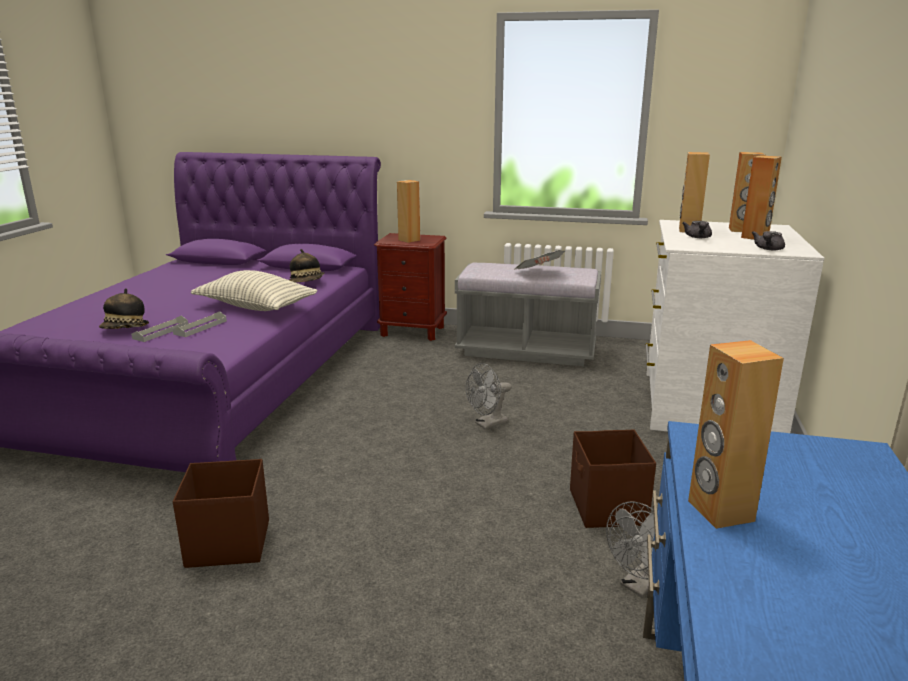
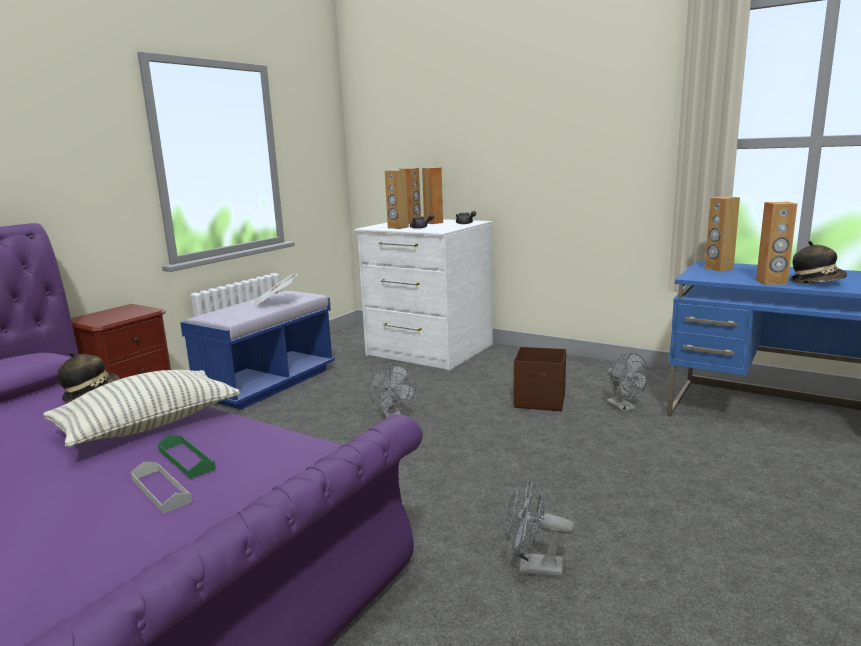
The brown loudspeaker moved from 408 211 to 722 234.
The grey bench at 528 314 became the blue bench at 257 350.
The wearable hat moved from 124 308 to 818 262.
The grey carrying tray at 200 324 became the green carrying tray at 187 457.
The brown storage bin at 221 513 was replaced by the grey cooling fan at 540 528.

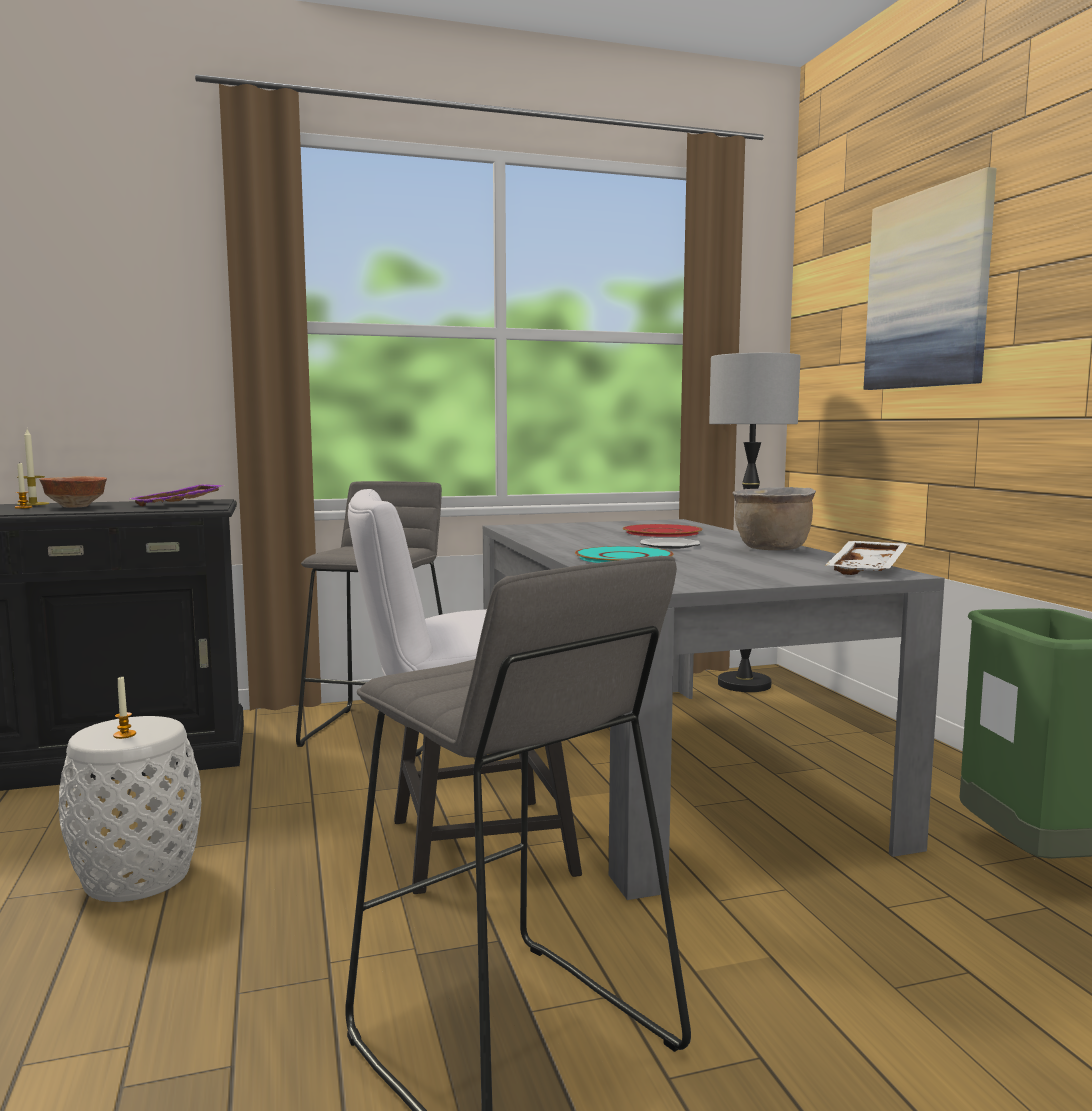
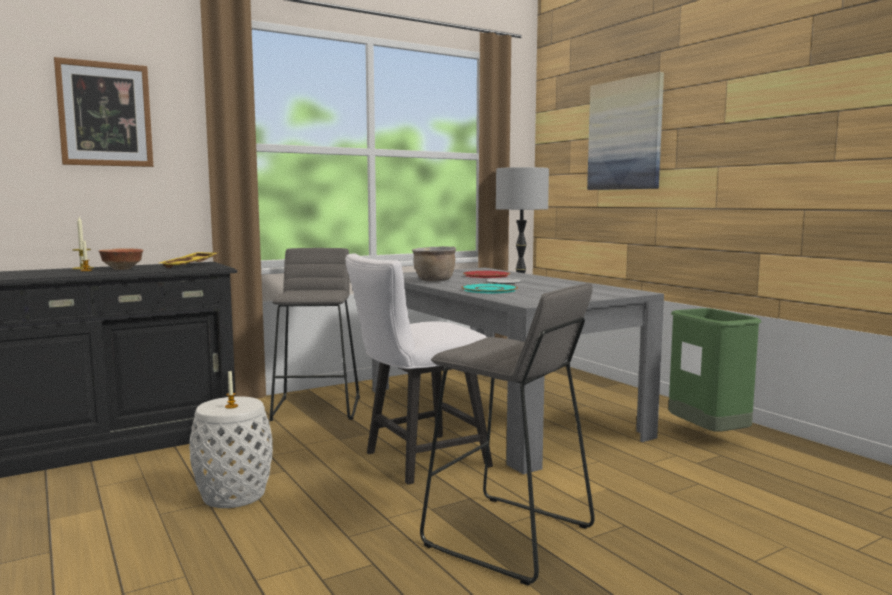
The purplish carrying tray at 178 495 became the yellow-coloured carrying tray at 188 260.
The brown stockpot moved from 774 518 to 434 263.
The white-coloured carrying tray at 867 558 disappeared.
The wall picture at 103 112 appeared.

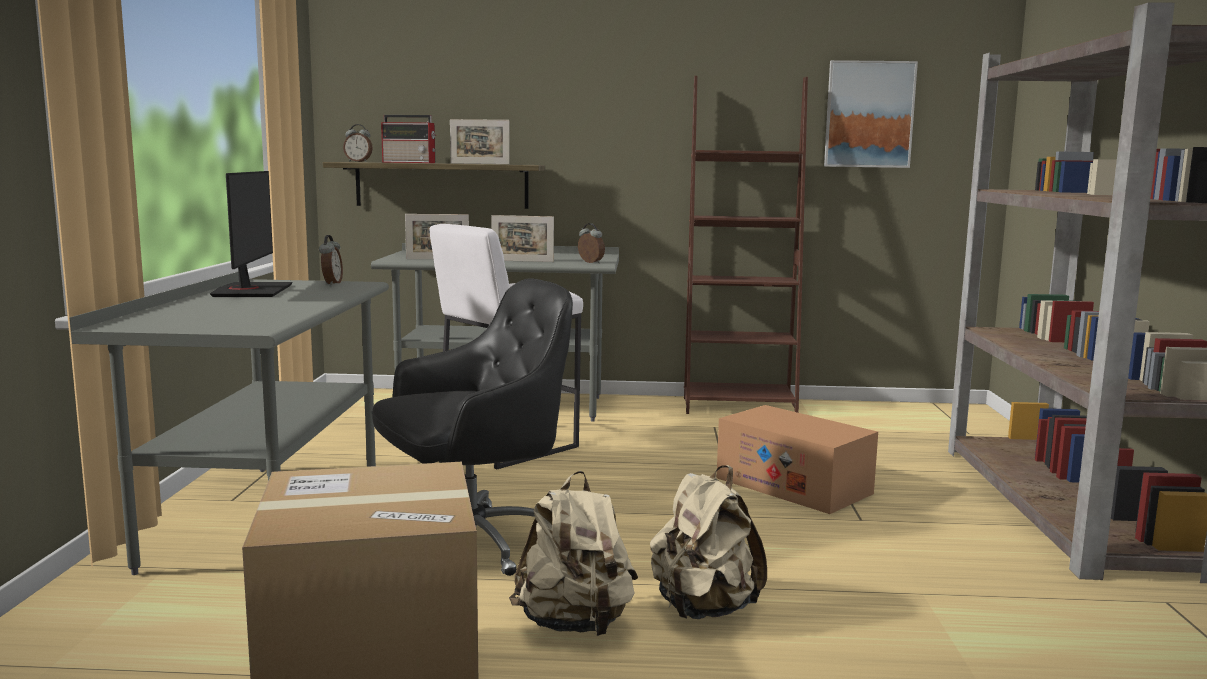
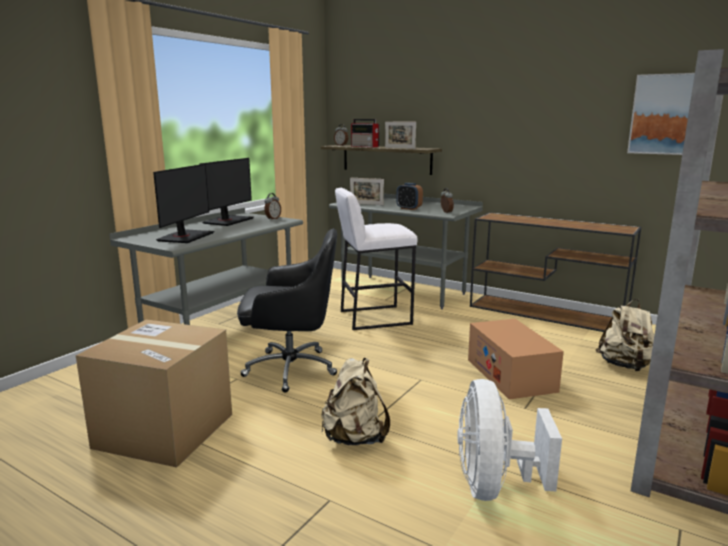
The brown bookcase at 746 245 was replaced by the brown hall table at 555 272.
The standing frame at 522 238 was replaced by the table clock at 409 196.
The beige knapsack moved from 573 553 to 625 335.
The computer screen at 183 203 appeared.
The white-coloured cooling fan at 509 440 appeared.

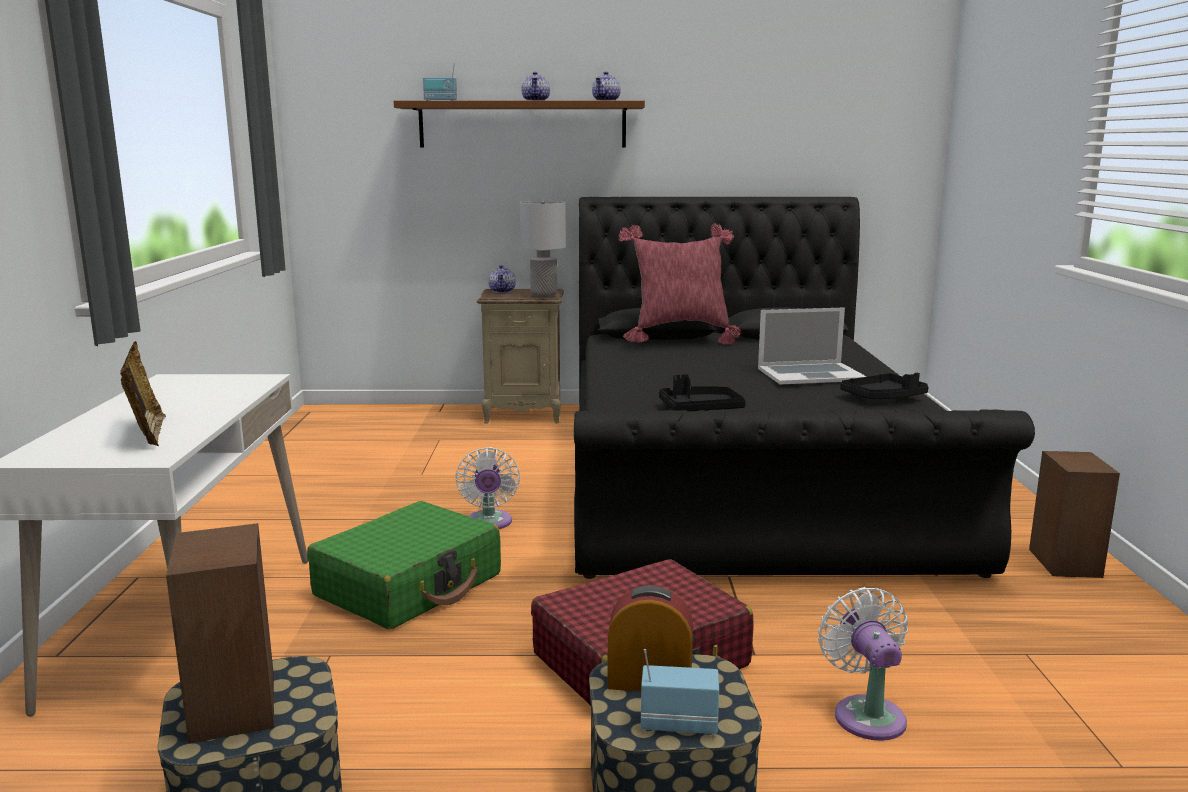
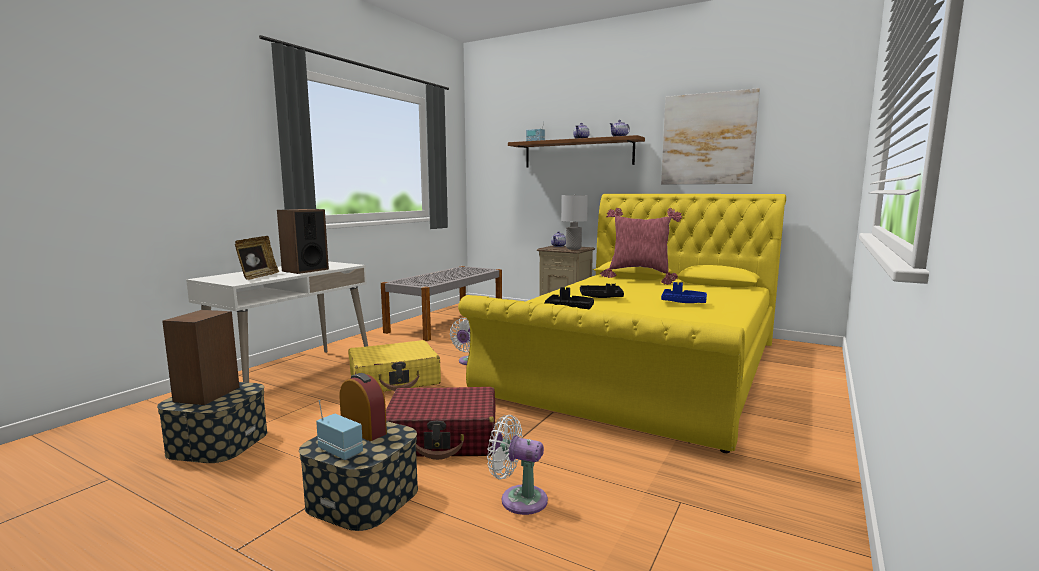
The black-coloured bedroom bed at 804 388 became the yellow-coloured bedroom bed at 622 323.
The portable computer at 812 345 was replaced by the blue carrying tray at 684 292.
The black-coloured carrying tray moved from 884 386 to 602 290.
The loudspeaker moved from 1074 514 to 303 241.
The green piece of luggage at 404 565 became the yellow-coloured piece of luggage at 394 366.
The white-coloured cooling fan at 863 664 turned 90 degrees counterclockwise.
The wall picture at 710 136 appeared.
The grey bench at 441 303 appeared.

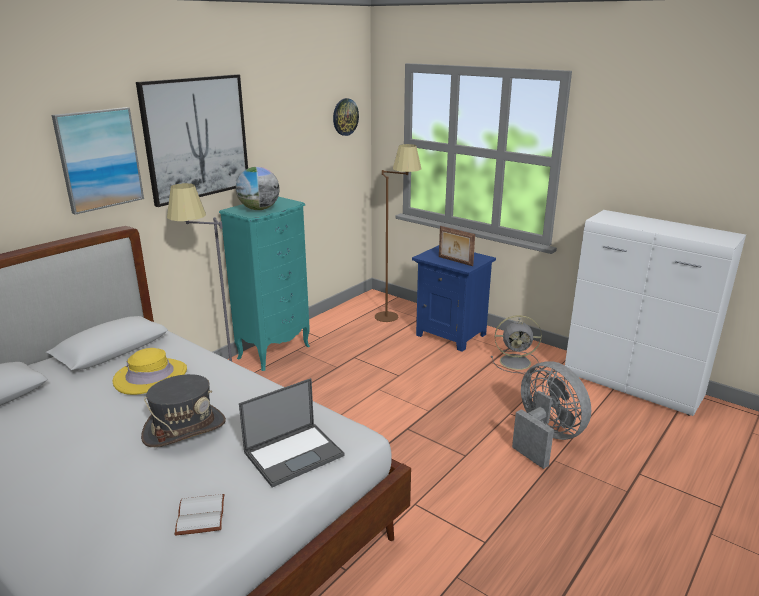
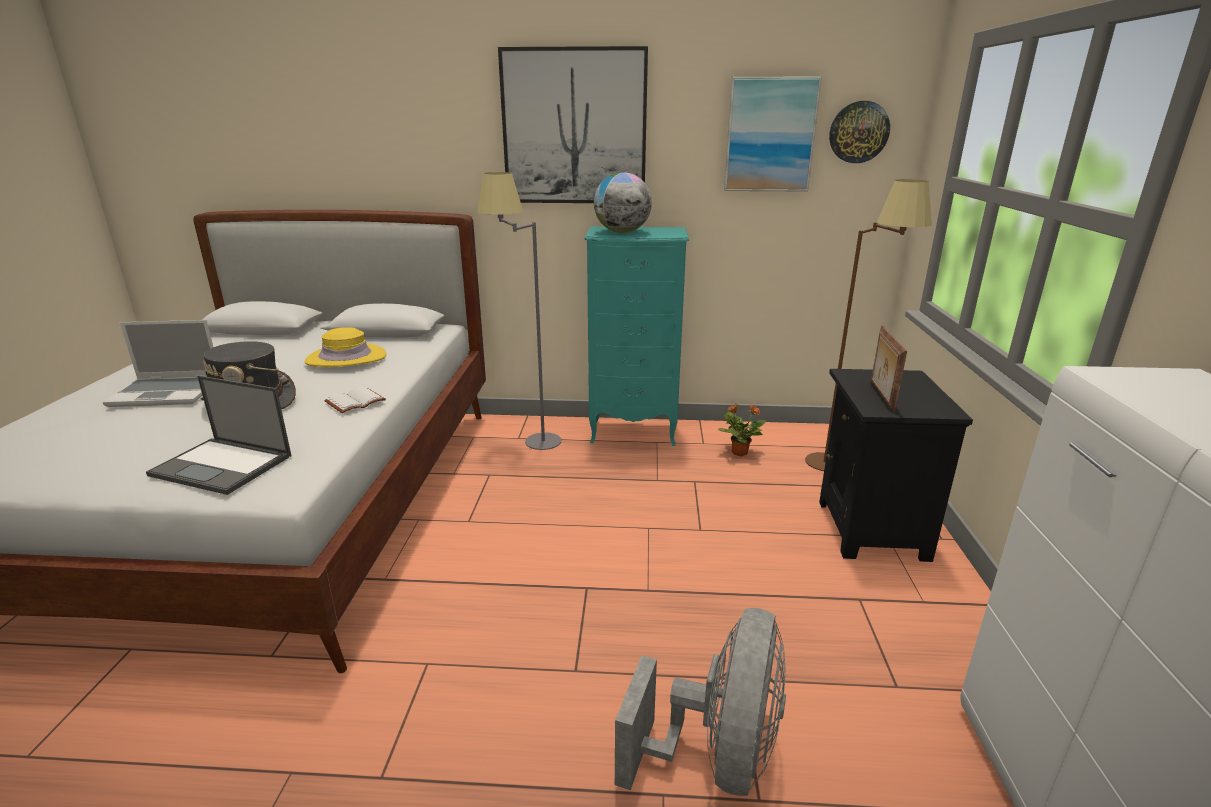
The wall picture moved from 98 161 to 773 134.
The blue bedside table at 454 298 became the black-coloured bedside table at 896 465.
The grey cooling fan at 516 344 disappeared.
The white-coloured book moved from 200 515 to 355 400.
The portable computer at 158 363 appeared.
The potted plant at 742 430 appeared.

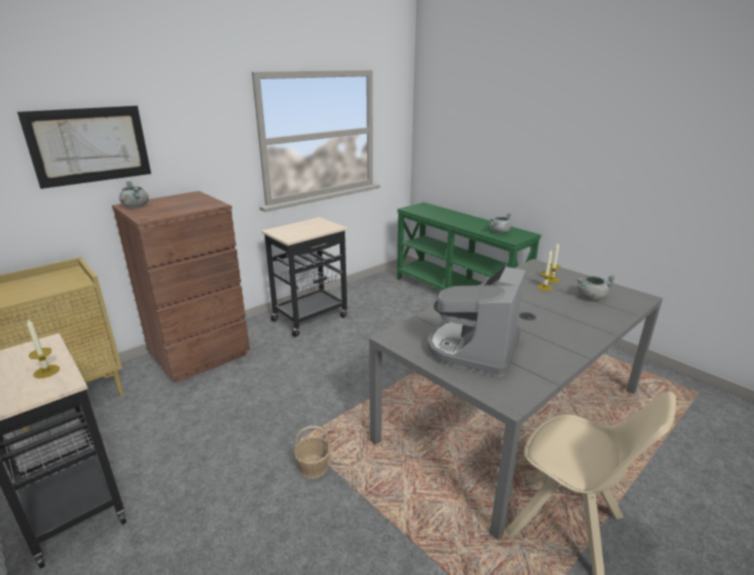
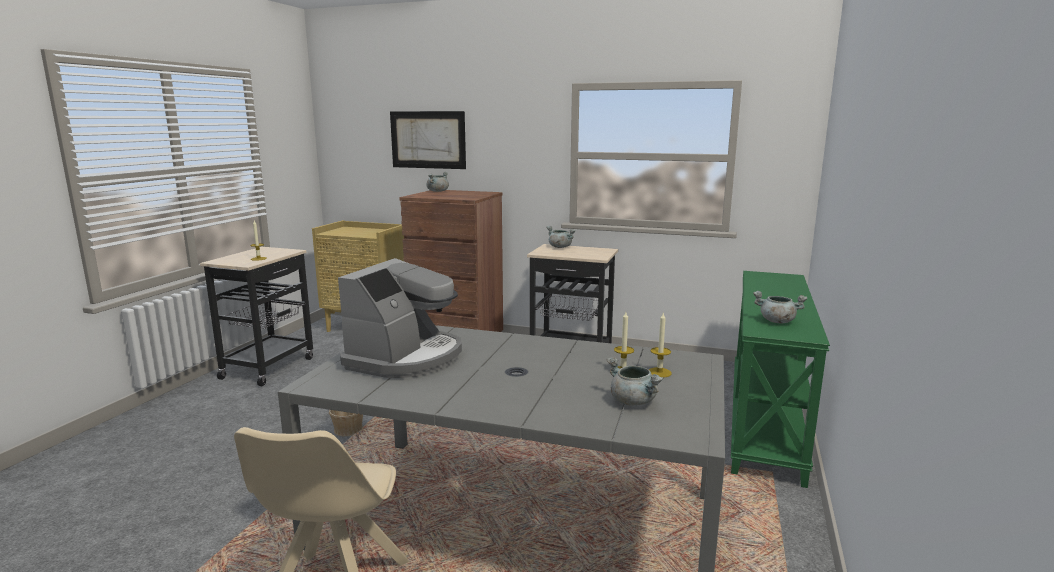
The coffee maker at 477 321 turned 120 degrees clockwise.
The grey stockpot at 561 237 appeared.

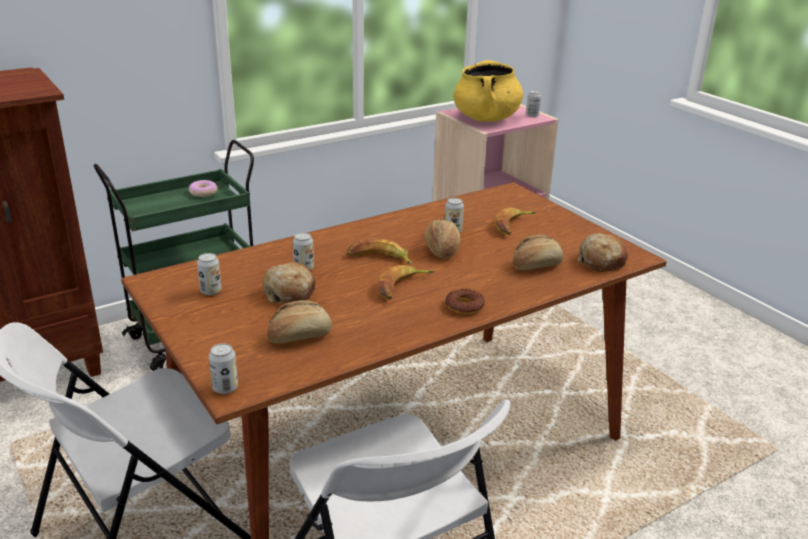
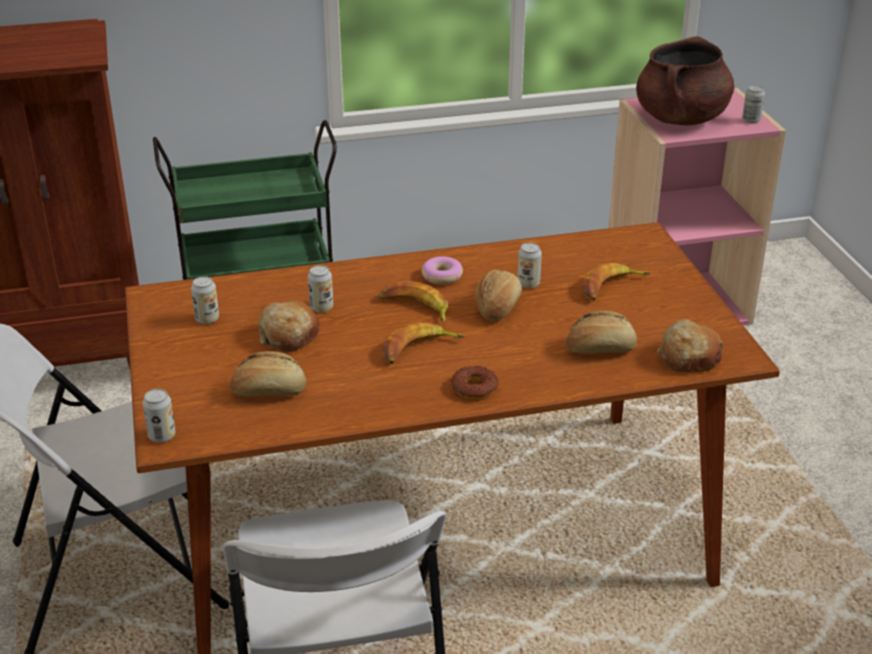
The yellow-coloured stockpot at 488 91 became the brown stockpot at 685 80.
The ring doughnut moved from 203 188 to 442 270.

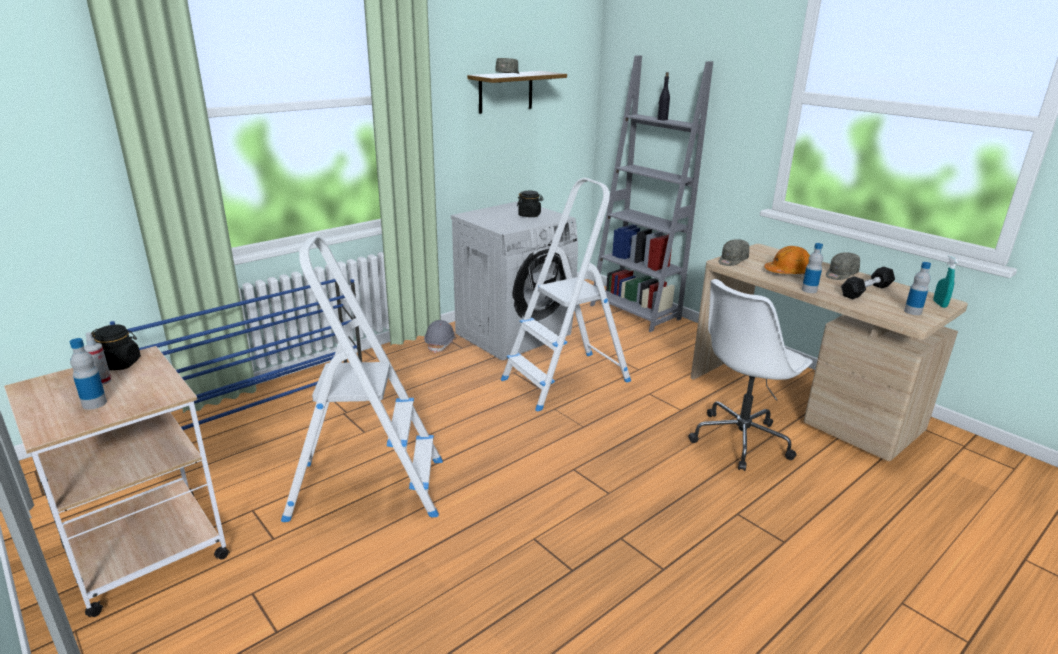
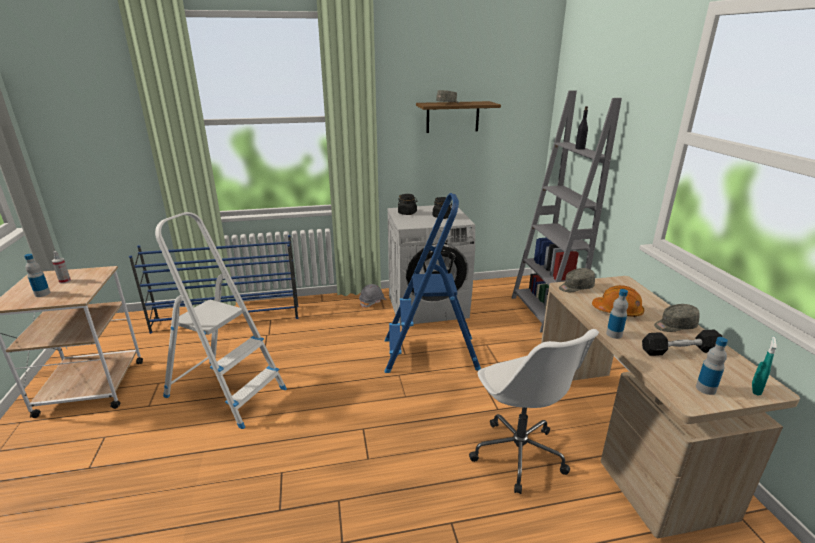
The white-coloured stepladder at 566 294 became the blue stepladder at 432 283.
The white-coloured desk chair at 750 375 turned 105 degrees counterclockwise.
The black-coloured storage jar moved from 116 347 to 408 204.

